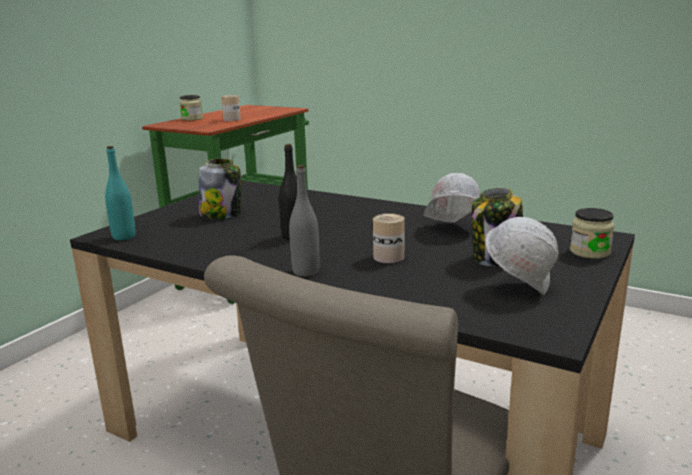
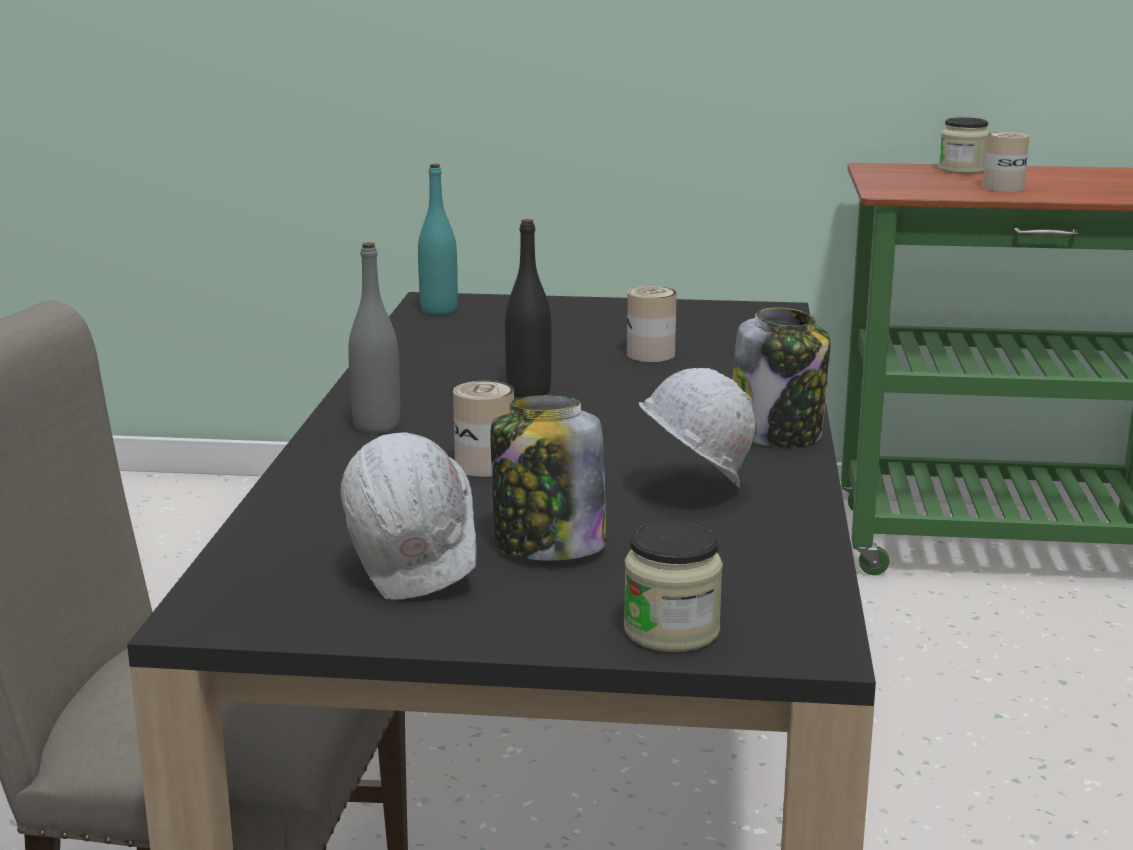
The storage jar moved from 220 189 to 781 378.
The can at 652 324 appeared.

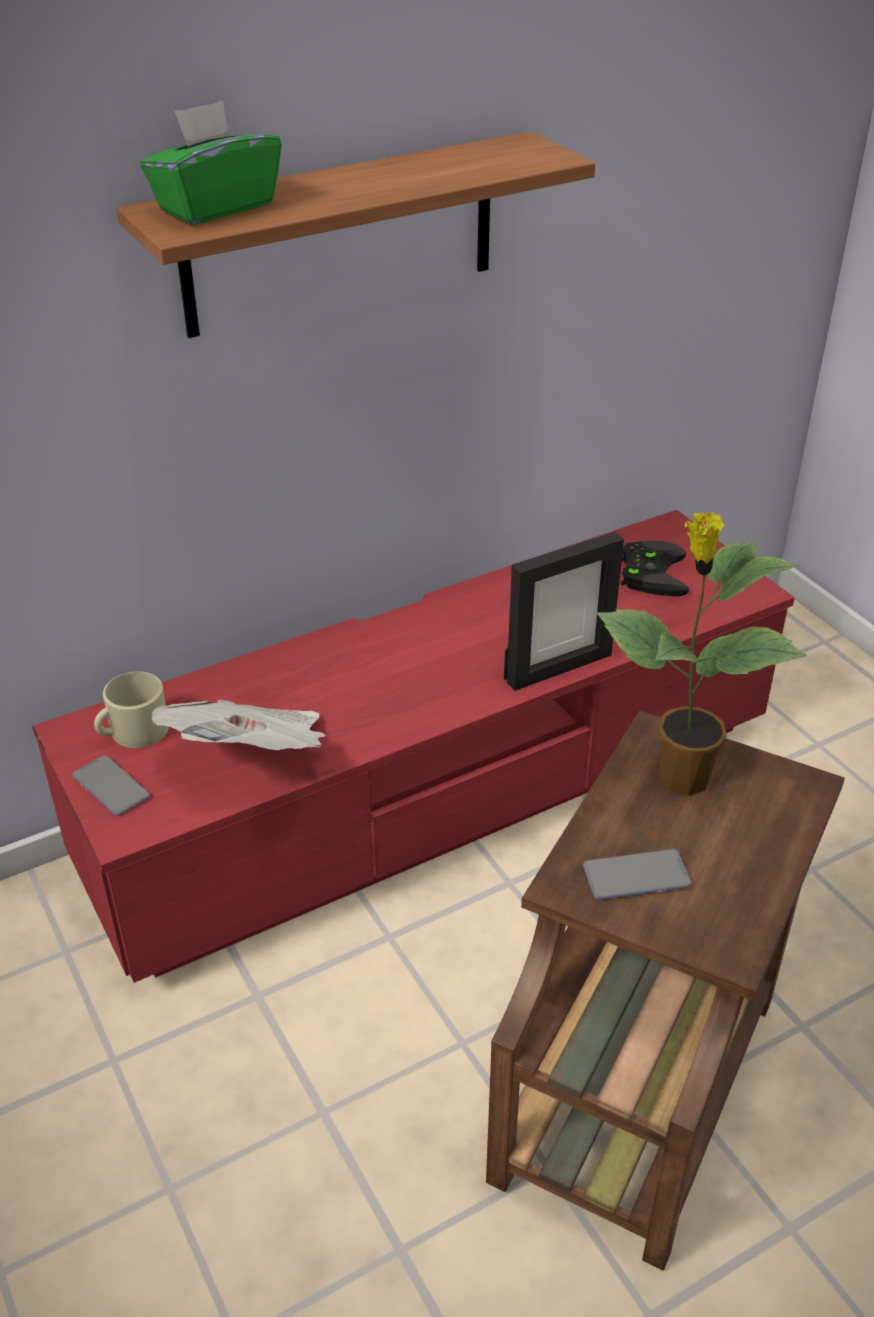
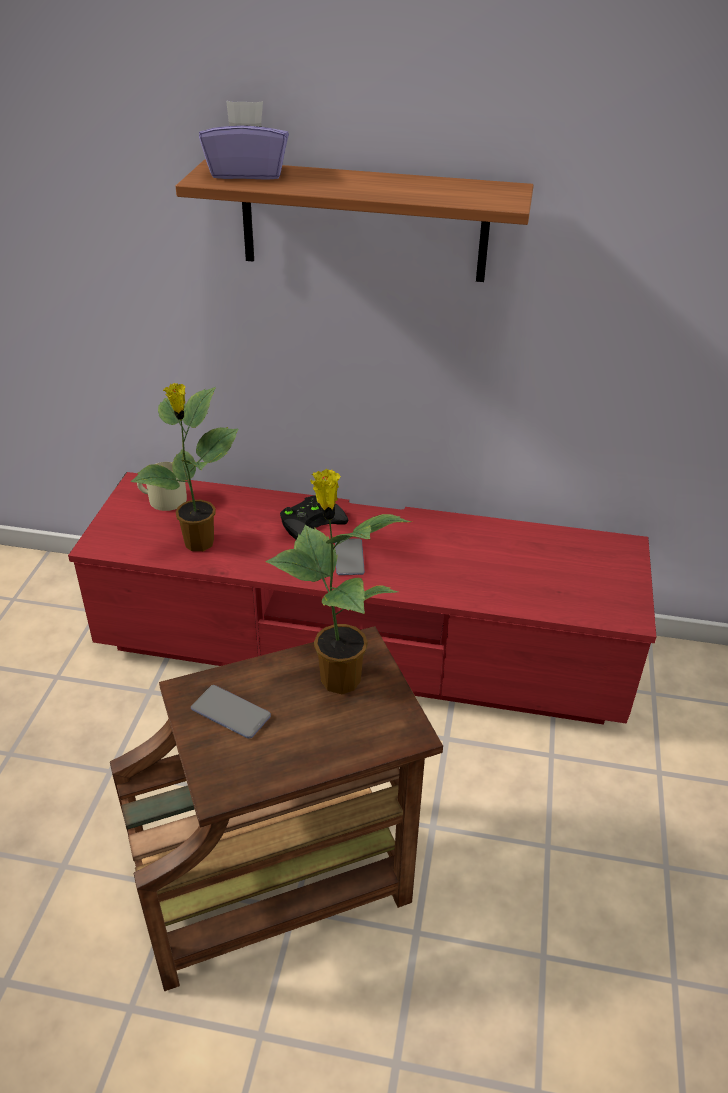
The green box of tissues at 211 162 became the purplish box of tissues at 244 140.
The standing frame at 564 611 disappeared.
The black-coloured gamepad moved from 655 568 to 314 517.
The daily paper at 239 725 was replaced by the potted plant at 184 467.
The handset moved from 111 785 to 350 556.

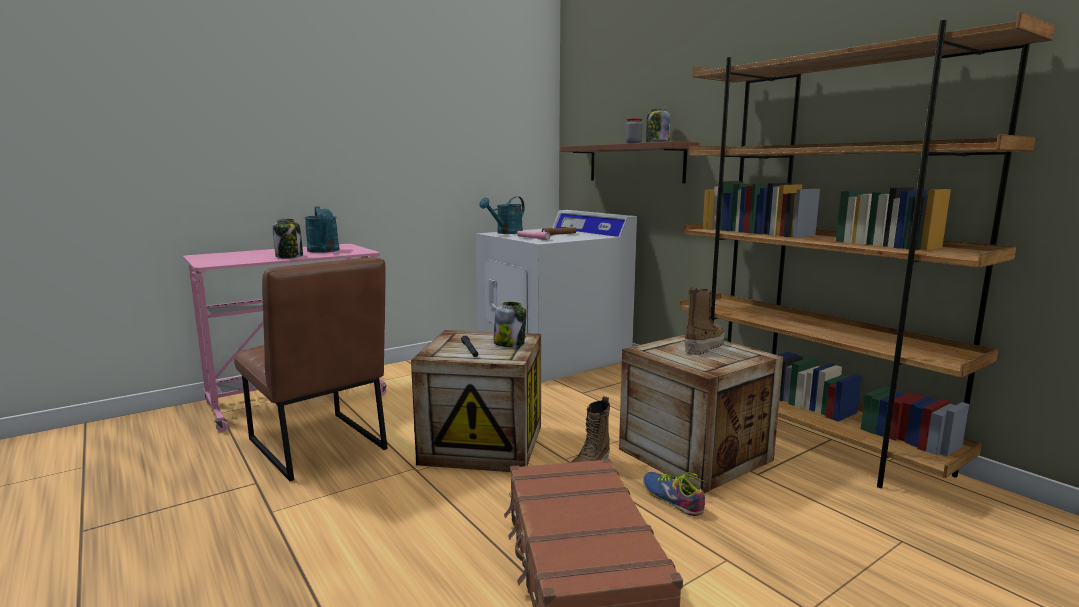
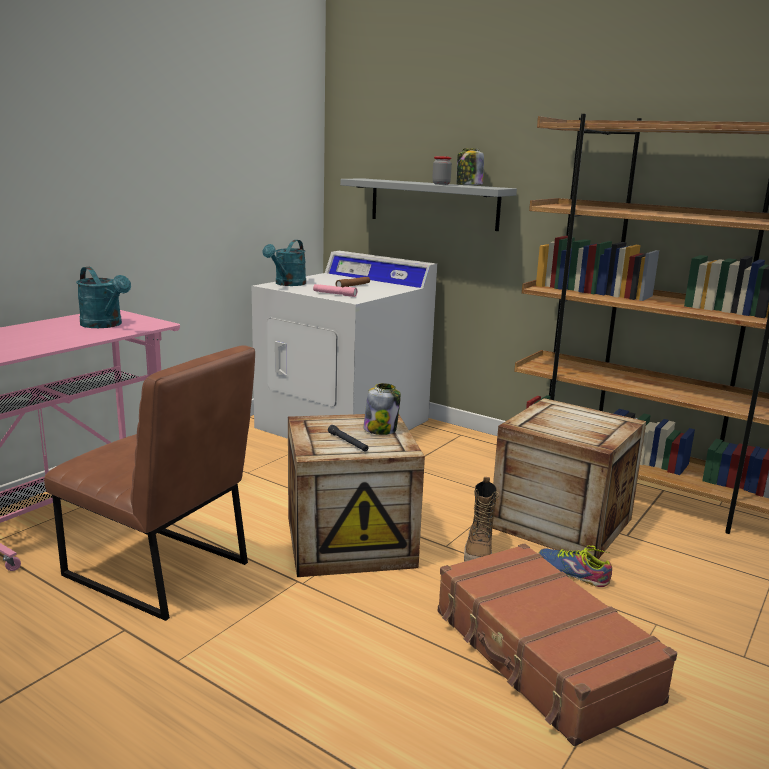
The brown shelf at 629 162 became the grey shelf at 428 204.
The storage jar at 287 239 disappeared.
The high-top boot at 704 321 disappeared.

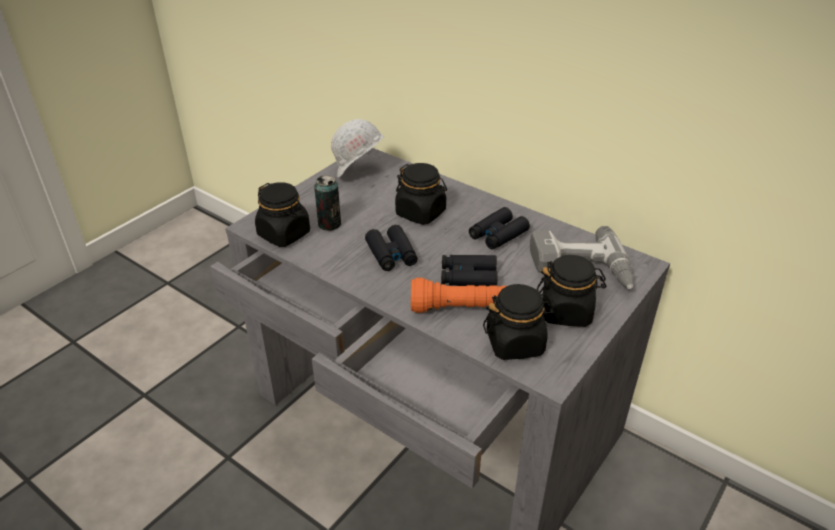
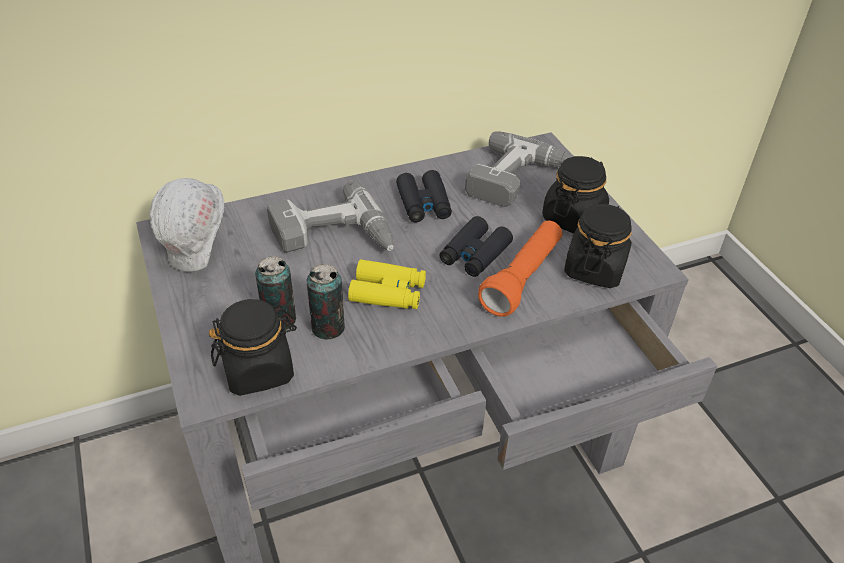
The black-coloured storage jar at 421 194 was replaced by the electric drill at 330 216.
The black-coloured pair of binoculars at 391 248 became the yellow-coloured pair of binoculars at 387 284.
The can at 326 301 appeared.

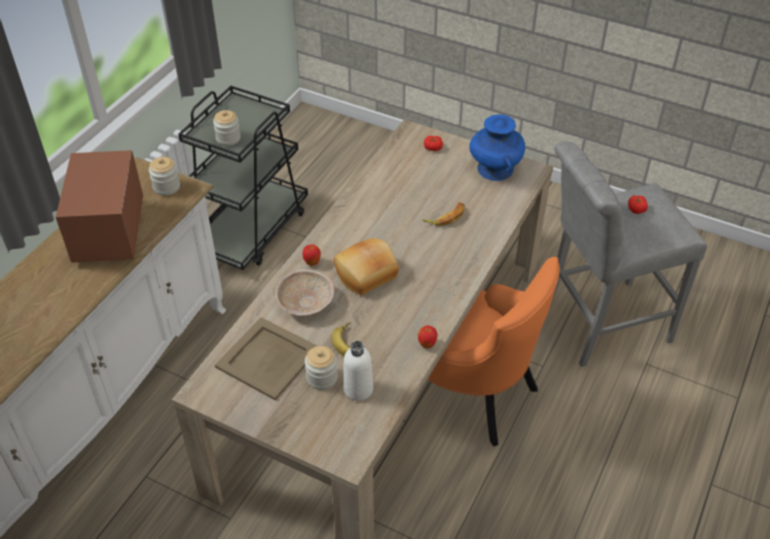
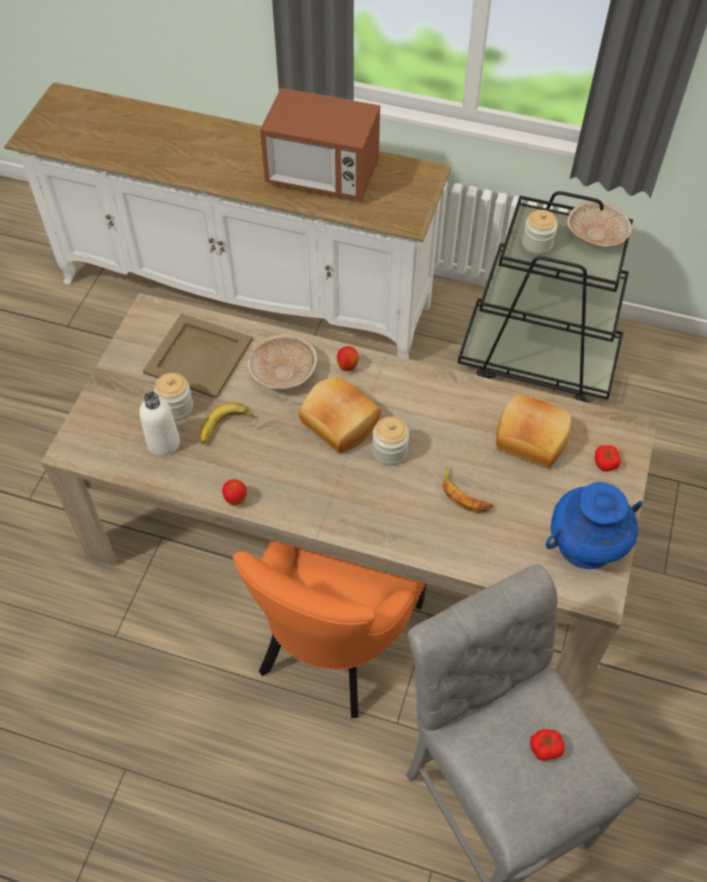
The microwave at 99 206 turned 150 degrees counterclockwise.
The storage jar moved from 164 176 to 390 441.
The beige bowl at 599 224 appeared.
The bread at 534 431 appeared.

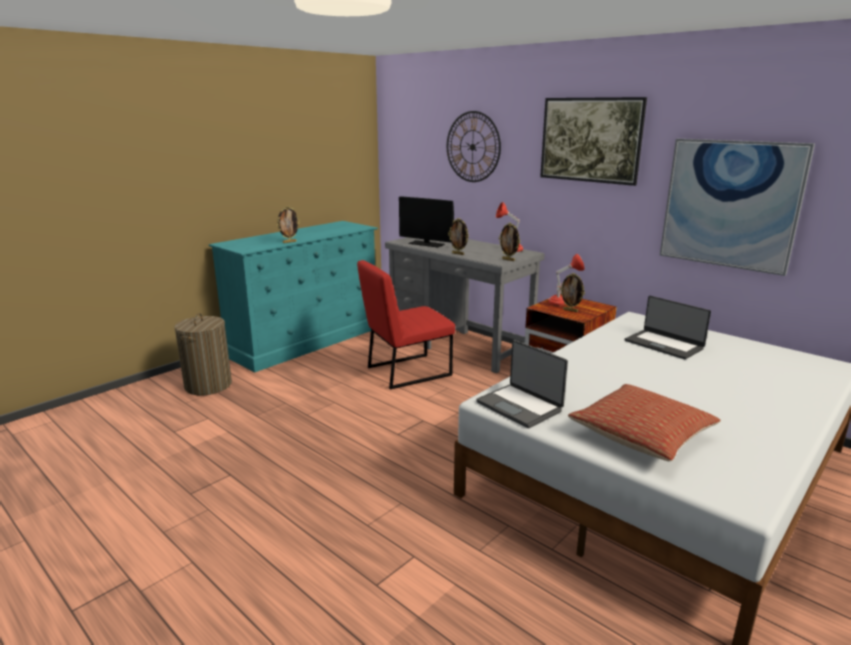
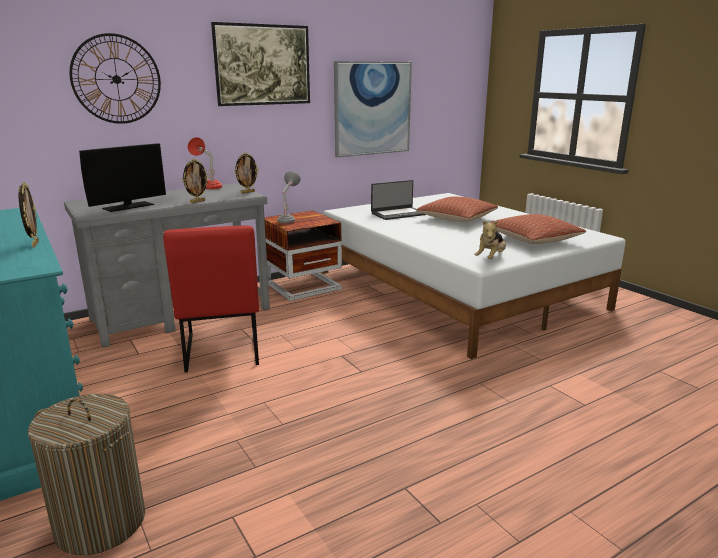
The red tabletop lamp at 566 280 became the grey tabletop lamp at 289 197.
The standing frame at 572 292 disappeared.
The portable computer at 522 384 was replaced by the cuddly toy at 490 239.
The throw pillow at 457 209 appeared.

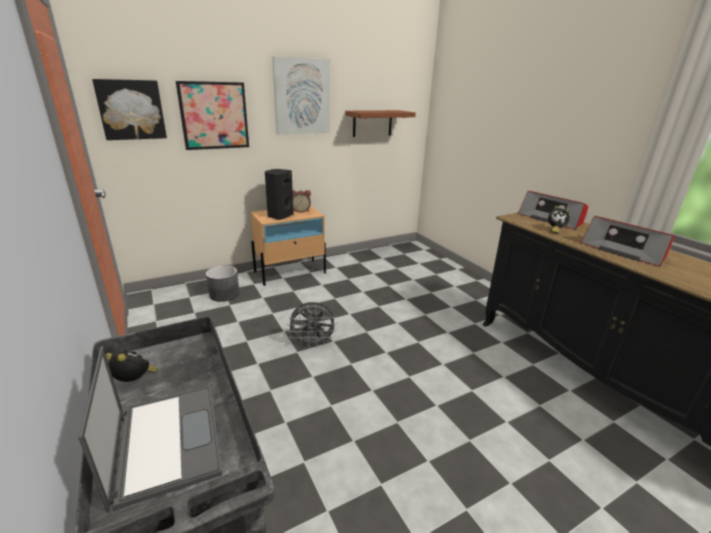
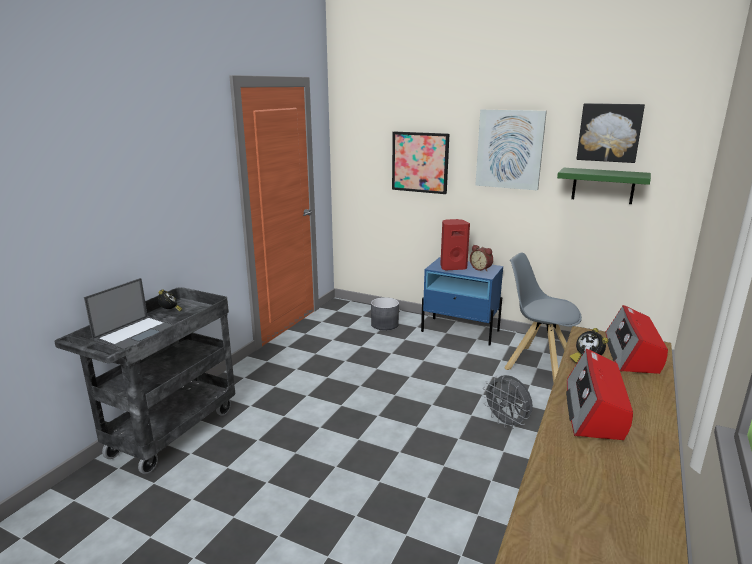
The wall picture moved from 129 109 to 610 133.
The brown shelf at 380 123 became the green shelf at 604 186.
The black-coloured loudspeaker at 279 194 became the red loudspeaker at 455 244.
The beige bedside table at 288 246 became the blue bedside table at 462 301.
The grey cooling fan moved from 311 325 to 507 402.
The grey upright chair at 543 317 appeared.

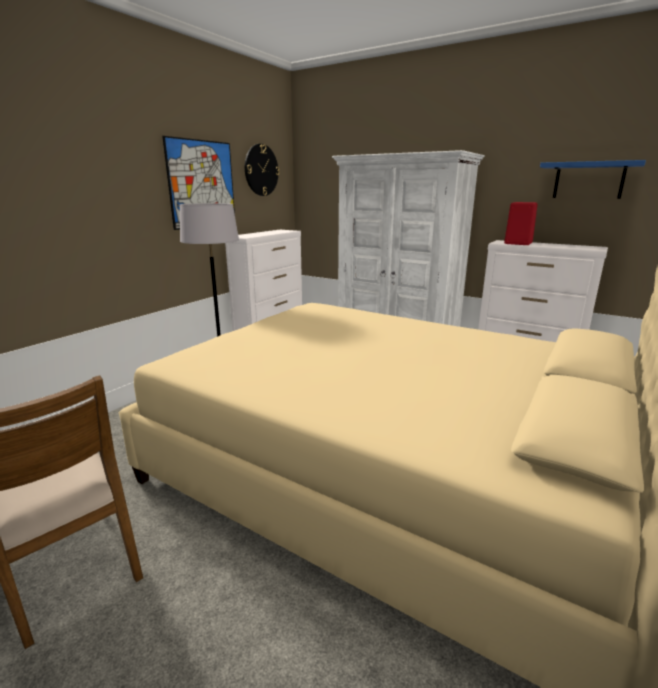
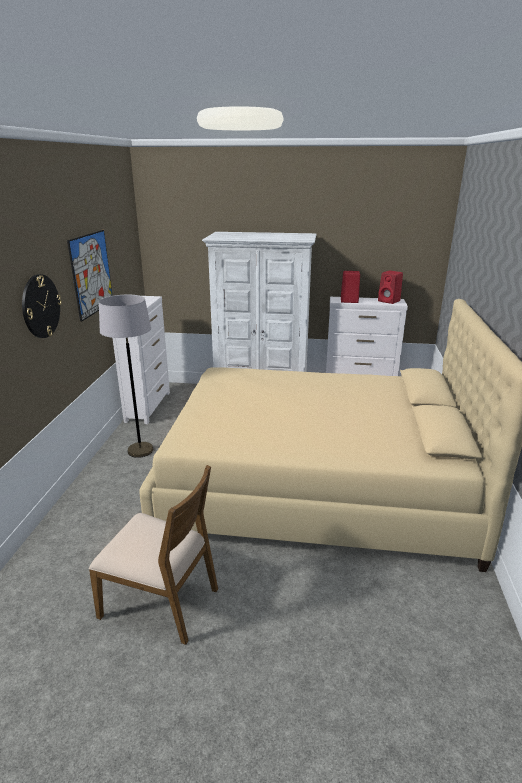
The hanging clock moved from 262 170 to 42 306.
The blue shelf at 593 179 disappeared.
The red loudspeaker at 390 287 appeared.

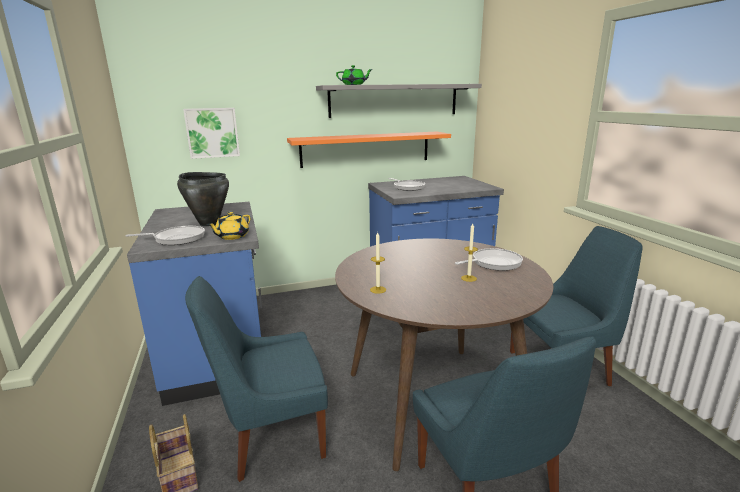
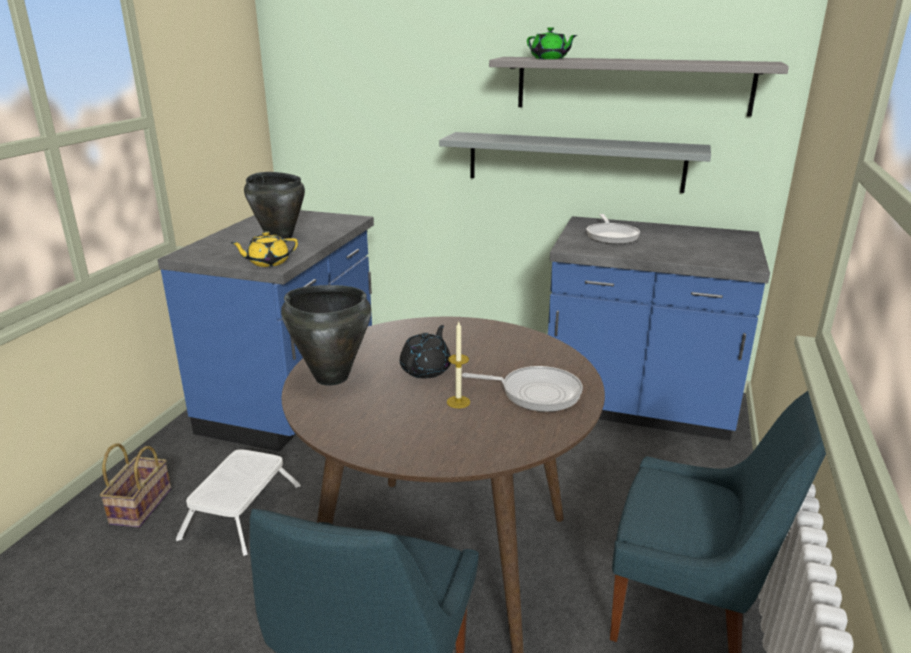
The wall picture at 211 133 disappeared.
The orangey shelf at 369 150 became the grey shelf at 575 162.
The pan at 165 235 disappeared.
The candle at 378 263 was replaced by the black-coloured stockpot at 326 335.
The blue upright chair at 256 379 was replaced by the white-coloured stepladder at 238 502.
The black-coloured teapot at 425 351 appeared.

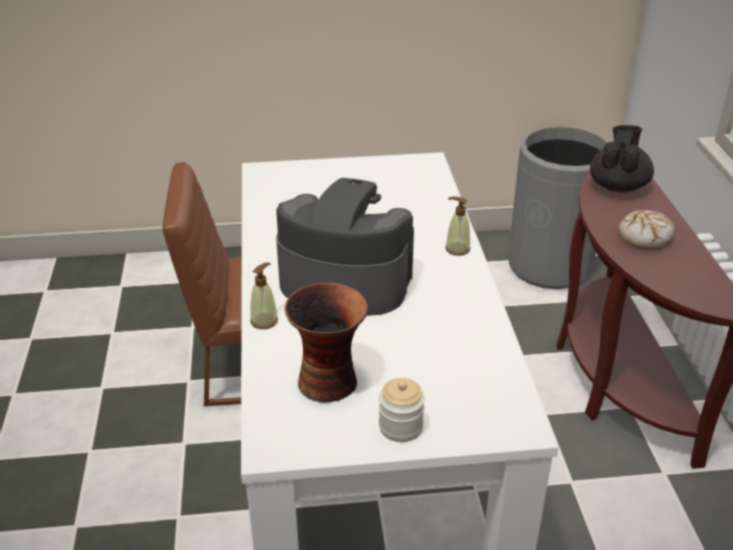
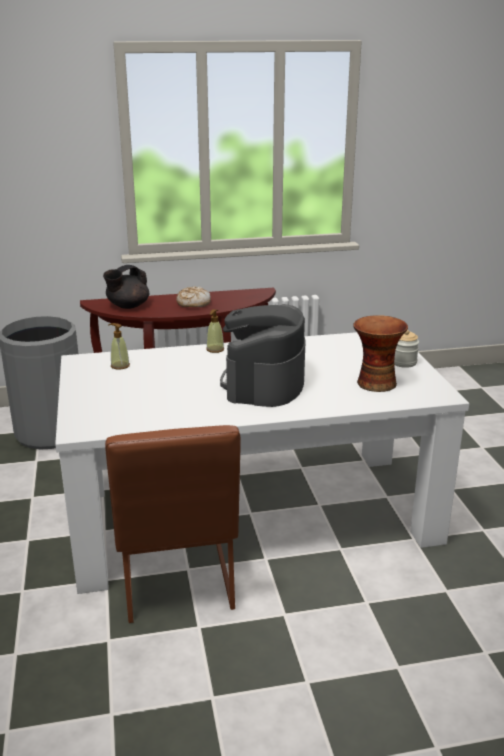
The black-coloured teapot at 622 159 turned 60 degrees counterclockwise.
The soap bottle moved from 264 296 to 119 346.

